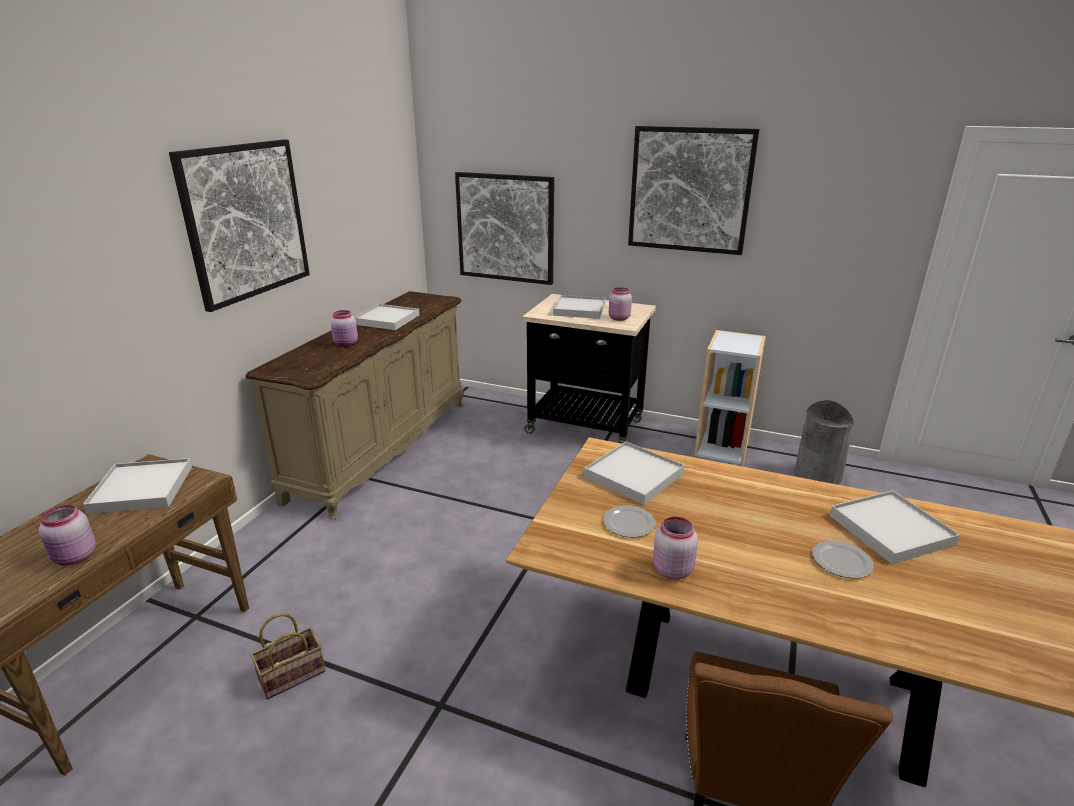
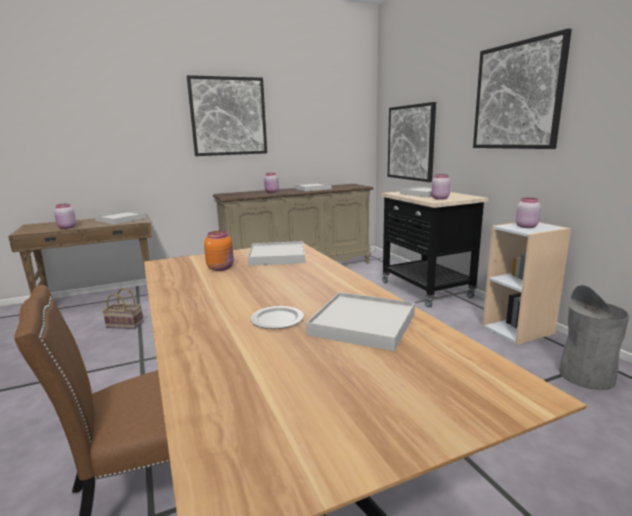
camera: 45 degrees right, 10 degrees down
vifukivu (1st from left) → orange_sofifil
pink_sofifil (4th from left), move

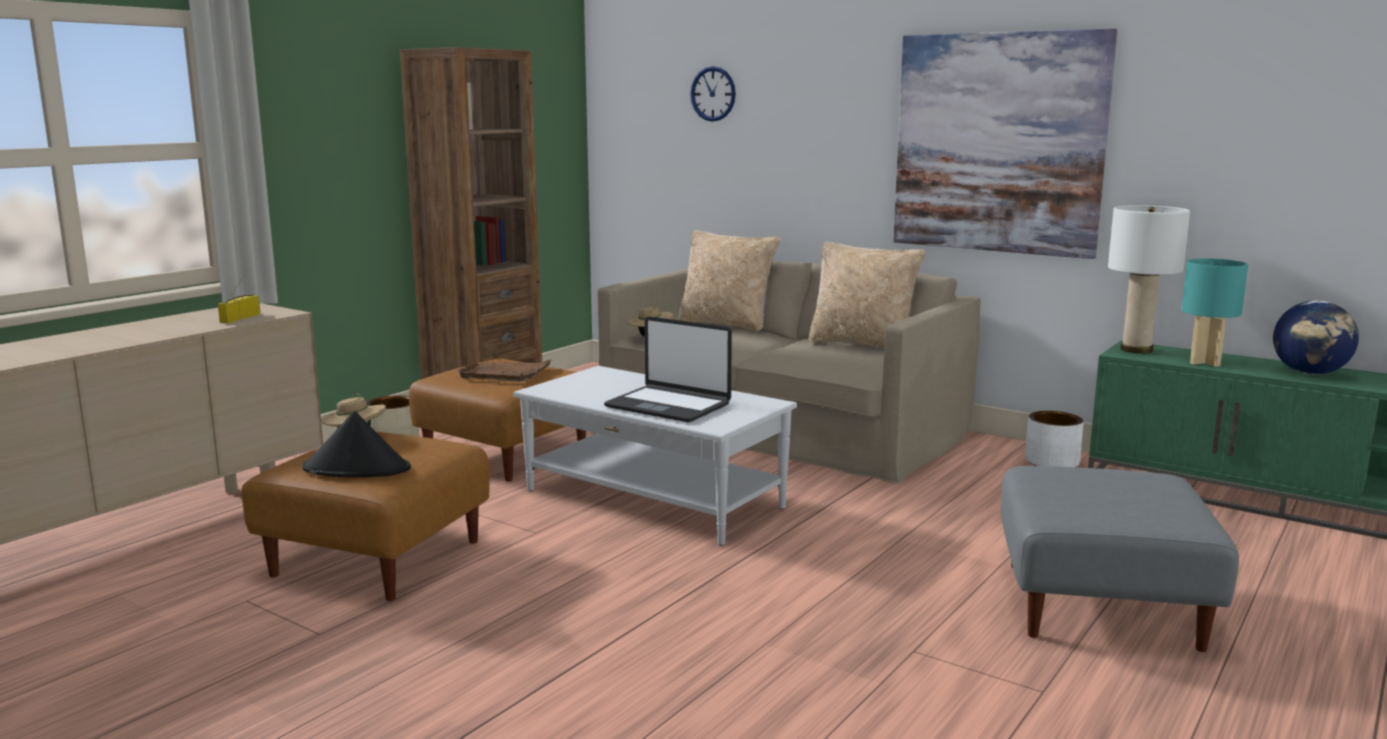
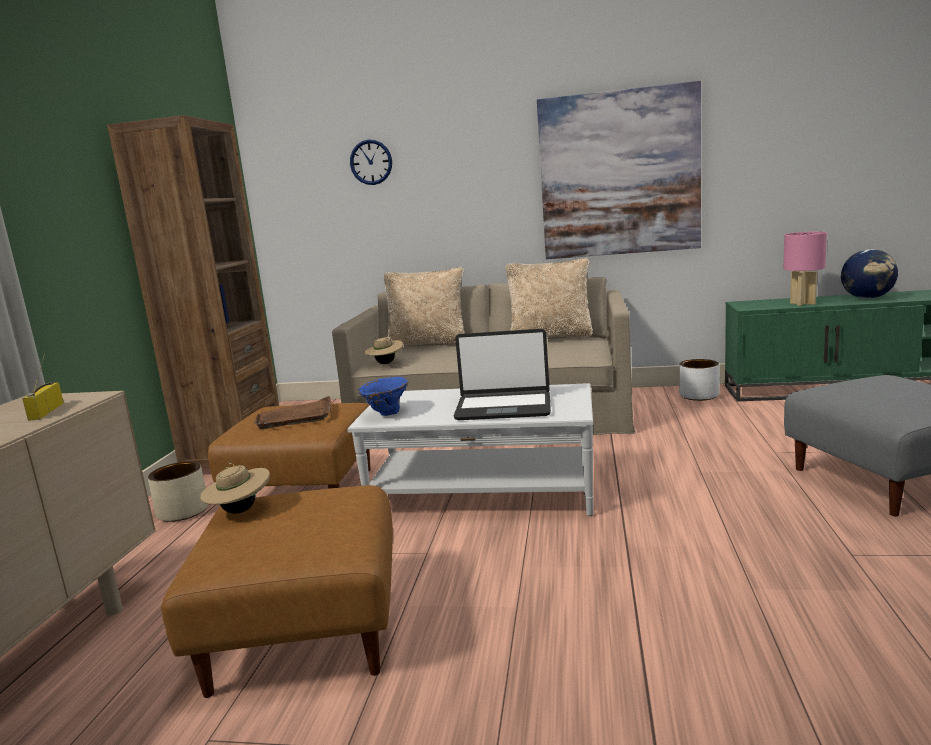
camera: 25 degrees left, 0 degrees up
- → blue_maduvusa
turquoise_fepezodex → pink_fepezodex
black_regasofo → -
white_fepezodex → -

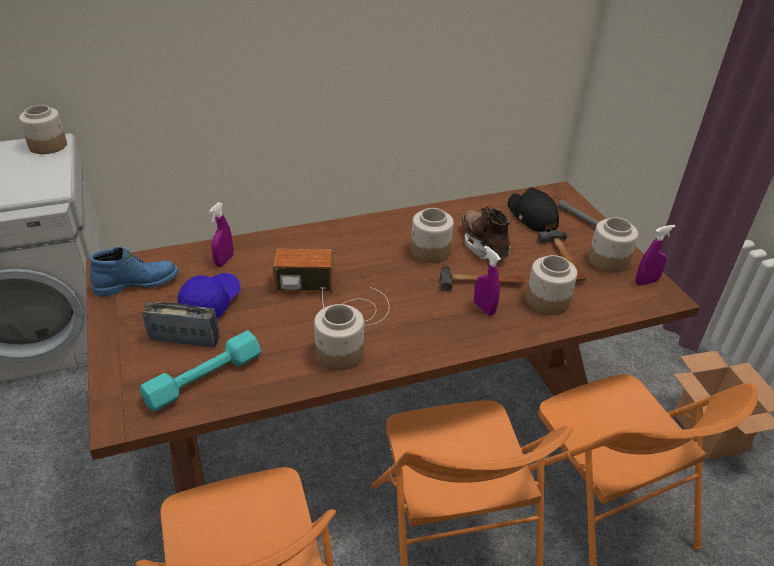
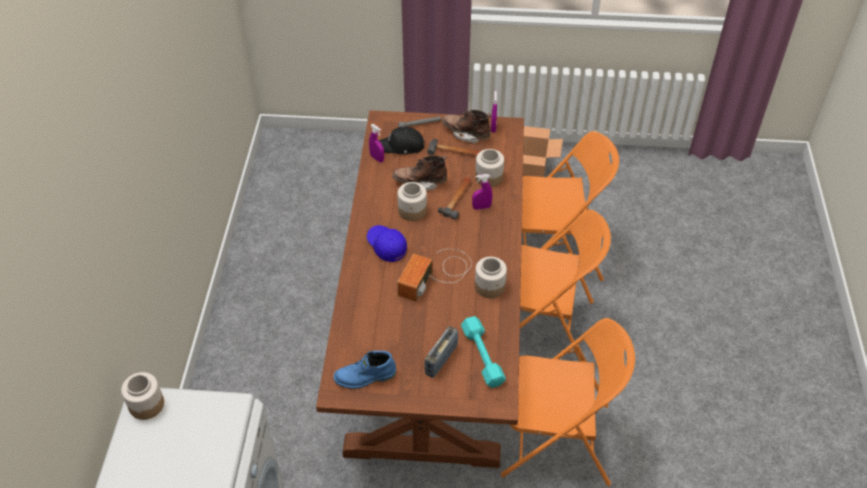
camera: 65 degrees left, 10 degrees up
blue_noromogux, 105 degrees counterclockwise
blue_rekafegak, move
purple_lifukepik (1st from left), move
sofifil (5th from left) → brown_noromogux (2nd from left)

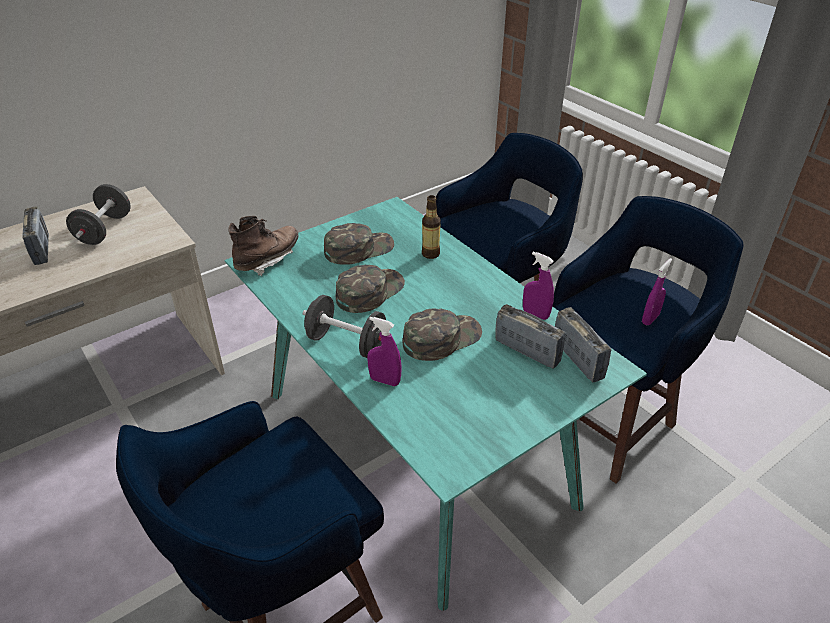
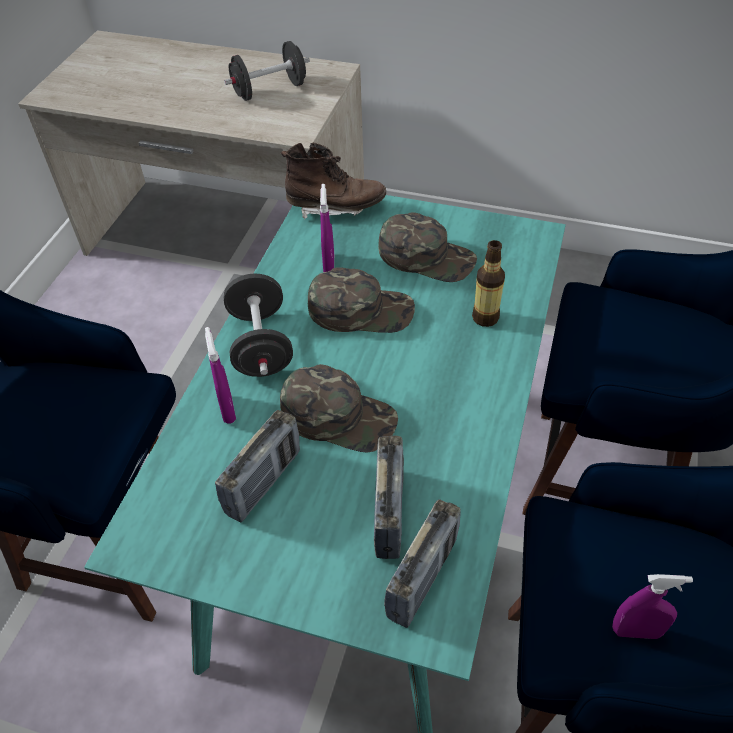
camera: 55 degrees right, 10 degrees up
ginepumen (1st from left), move
purple_lifukepik (2nd from left), move

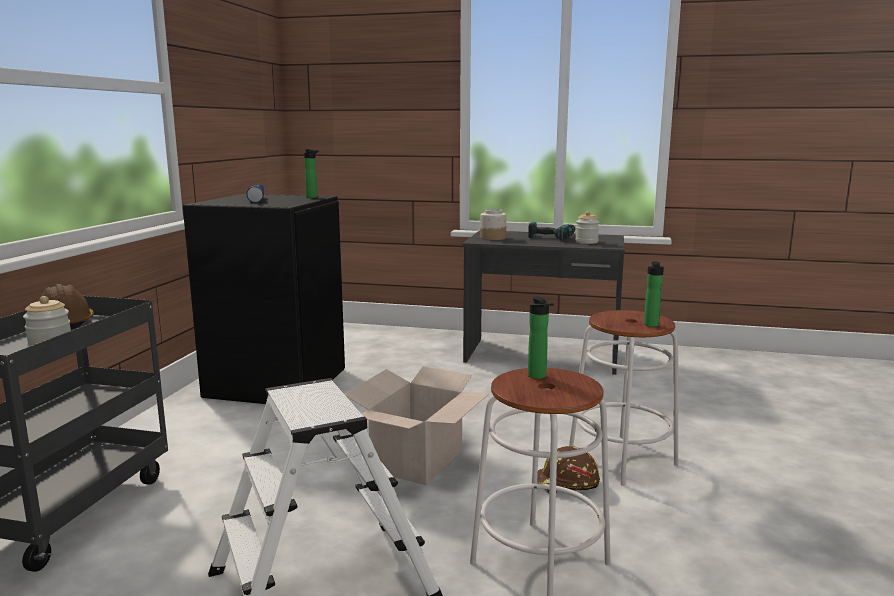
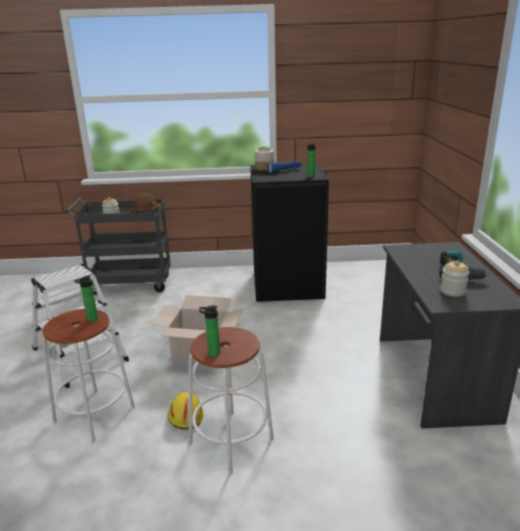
camera: 75 degrees right, 10 degrees up
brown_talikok (2nd from left) → yellow_talikok
sofifil (2nd from left), move

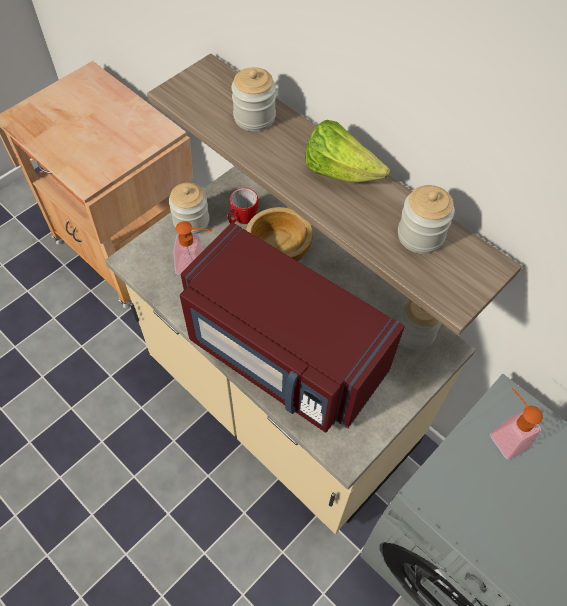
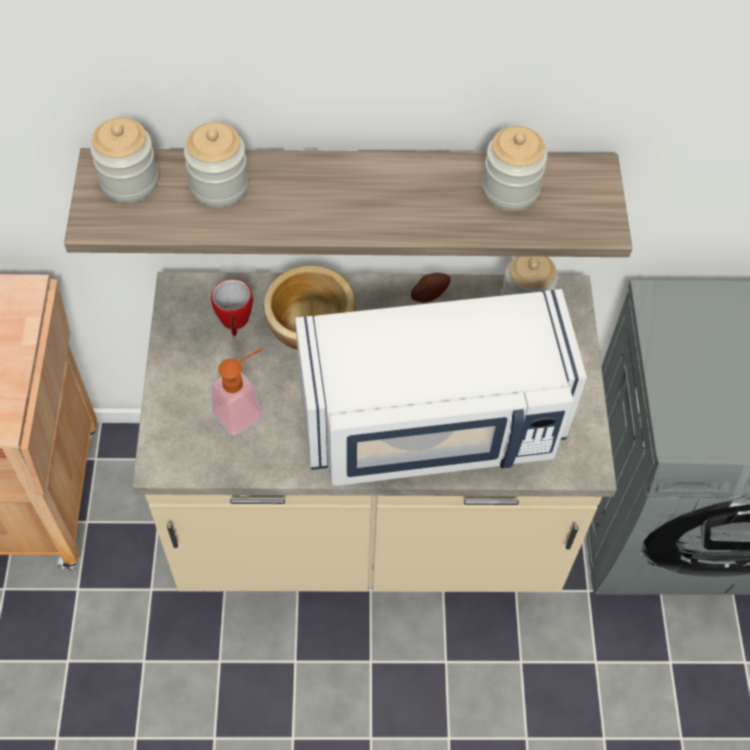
camera: 45 degrees left, 0 degrees up
sofifil (1st from left), move
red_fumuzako → white_fumuzako
- → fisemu
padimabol → -
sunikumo (2nd from left) → -

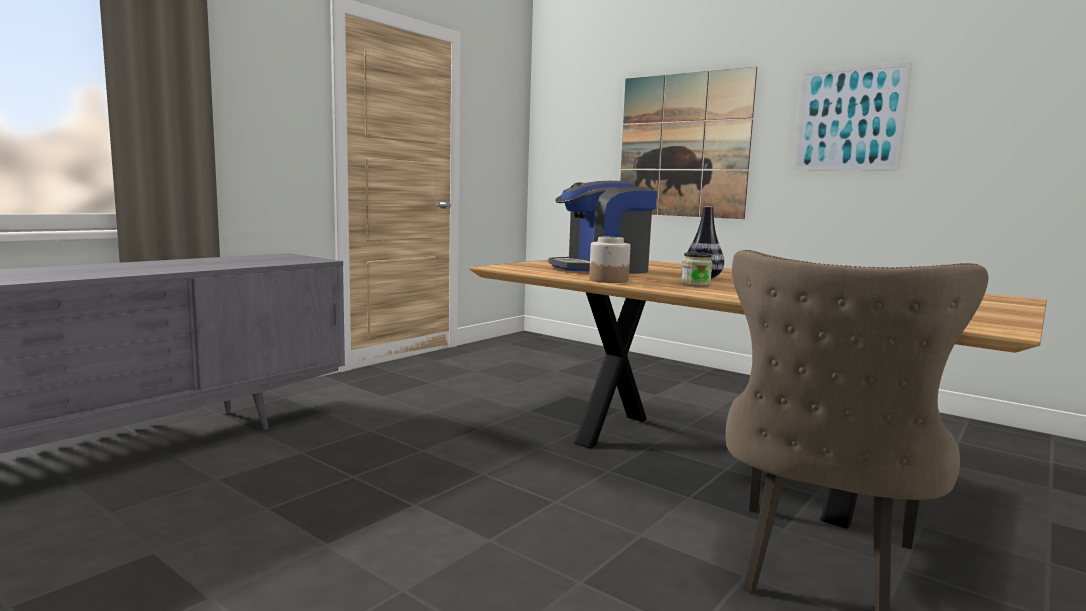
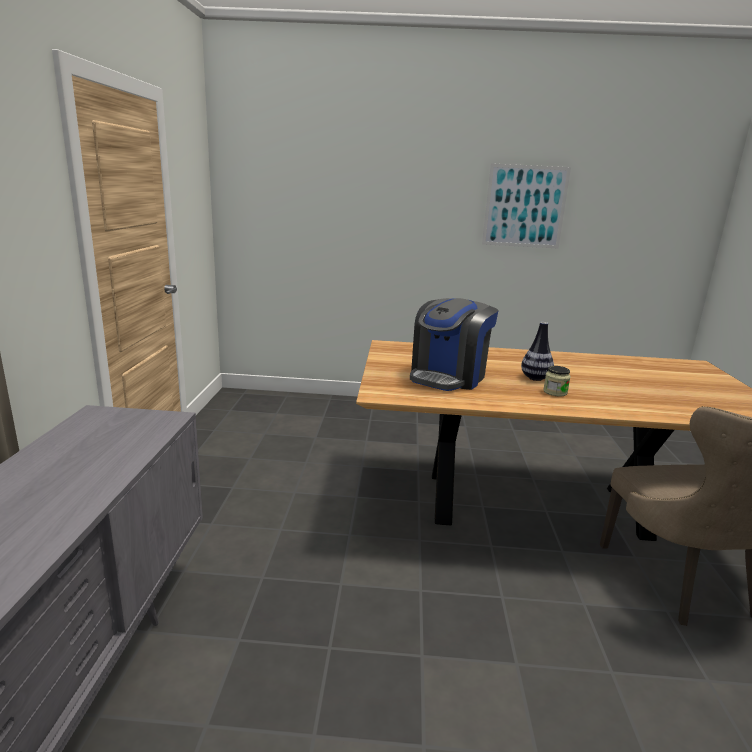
camera: 35 degrees left, 10 degrees up
sofifil (1st from left) → -
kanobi (1st from left) → -

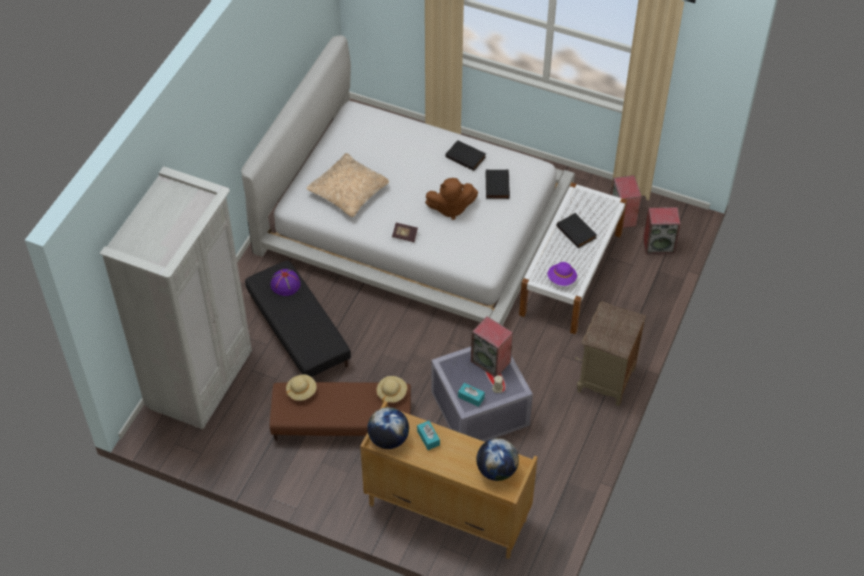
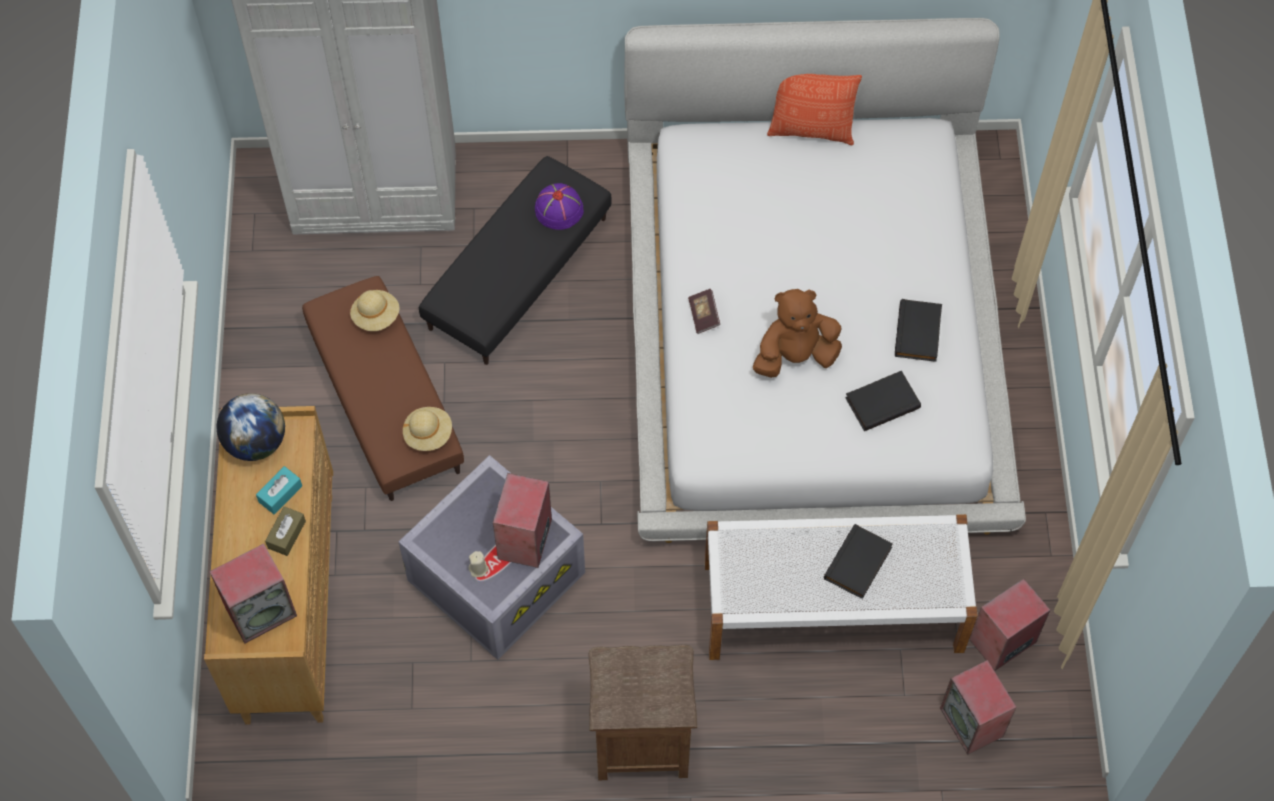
camera: 65 degrees right, 10 degrees up
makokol (2nd from left) → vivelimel (1st from left)
- → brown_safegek
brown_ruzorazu, 105 degrees clockwise
- → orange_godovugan
beige_godovugan → -
turquoise_safegek (2nd from left) → -
purple_regasofo (2nd from left) → -

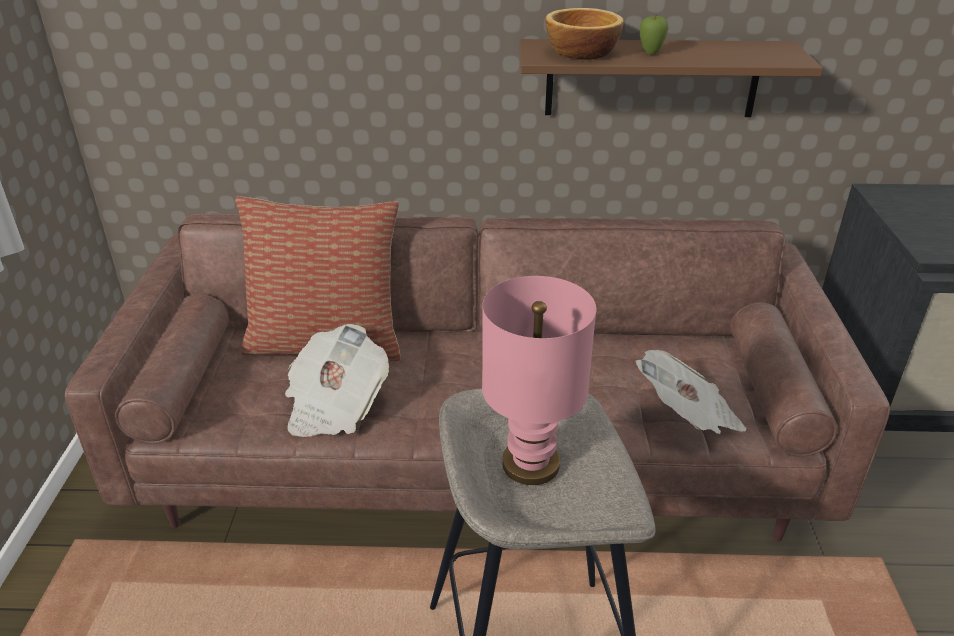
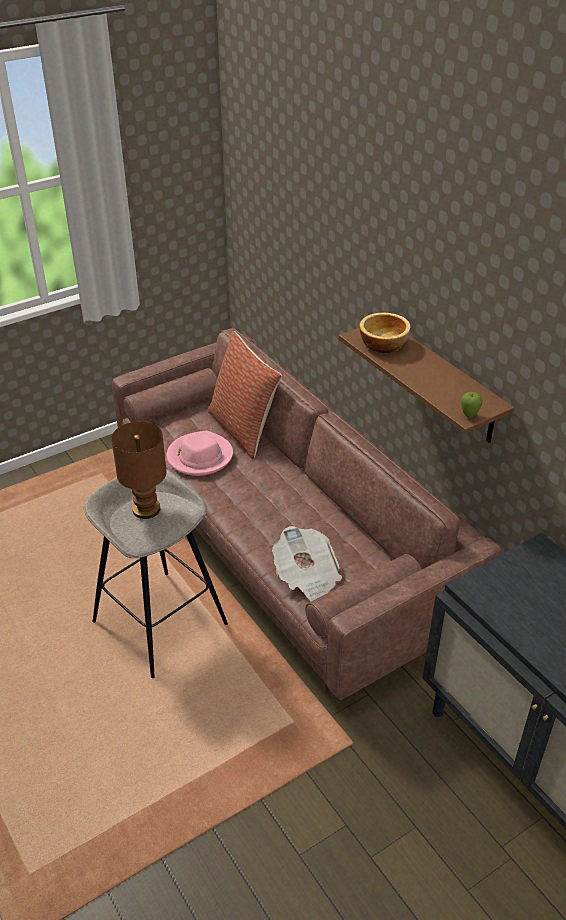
camera: 55 degrees right, 5 degrees up
pink_fepezodex → brown_fepezodex
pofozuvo (1st from left) → pink_regasofo
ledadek, move

